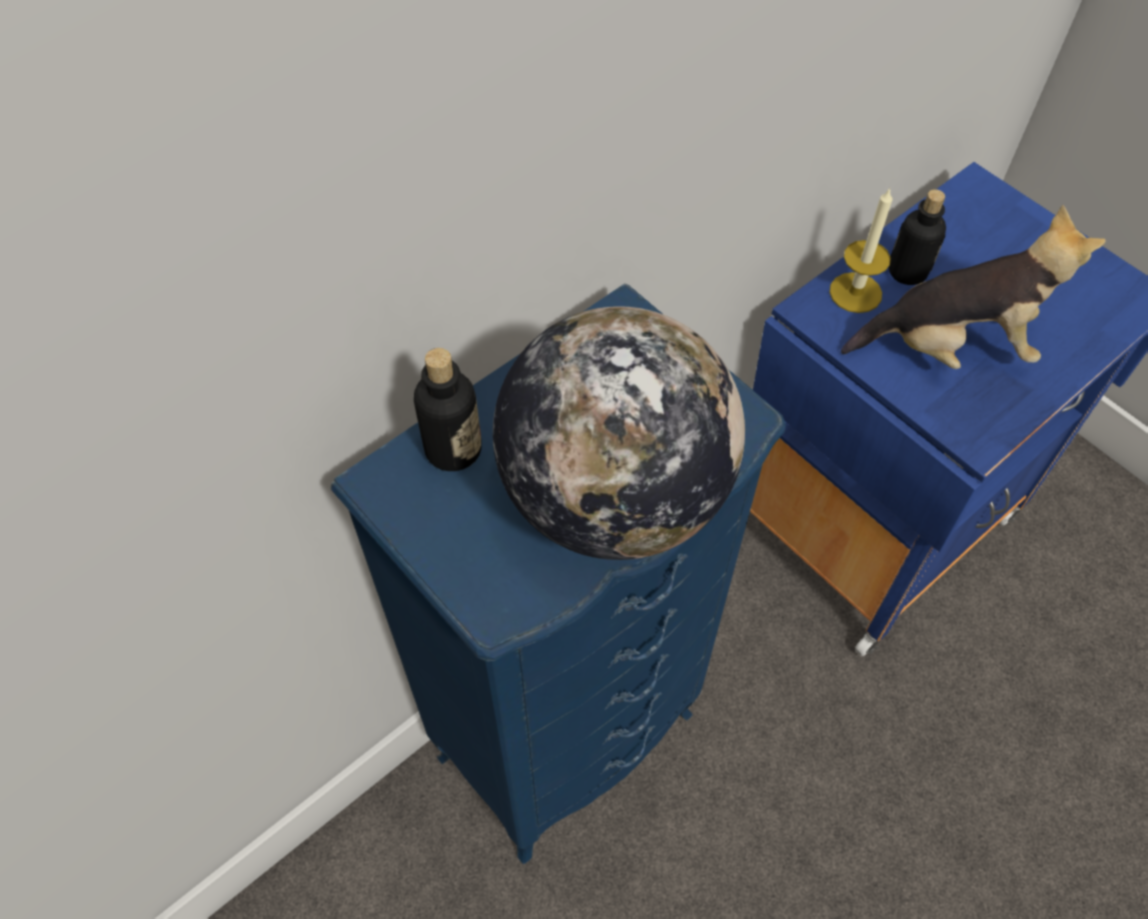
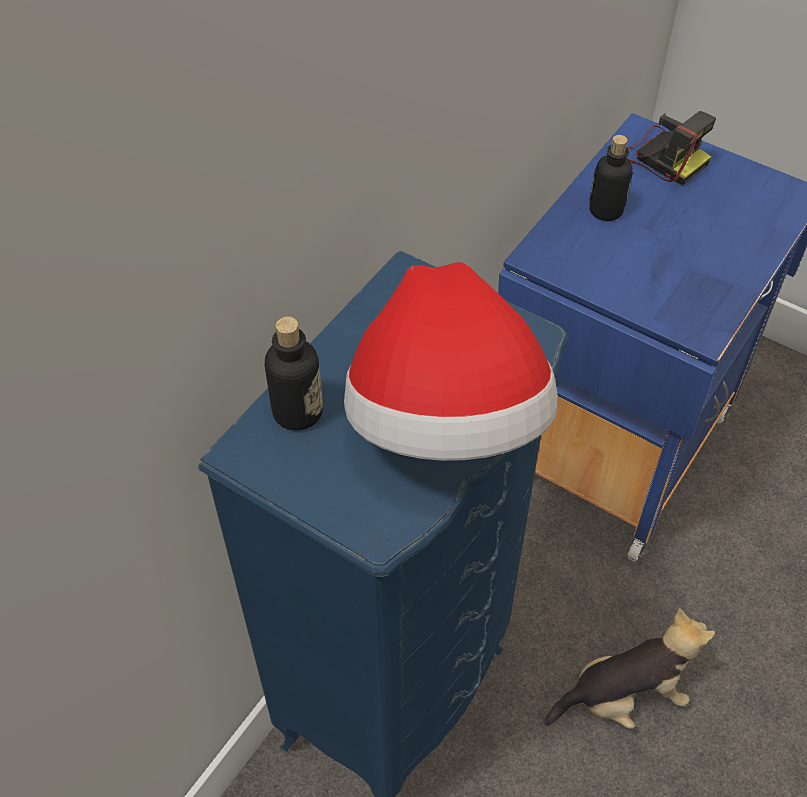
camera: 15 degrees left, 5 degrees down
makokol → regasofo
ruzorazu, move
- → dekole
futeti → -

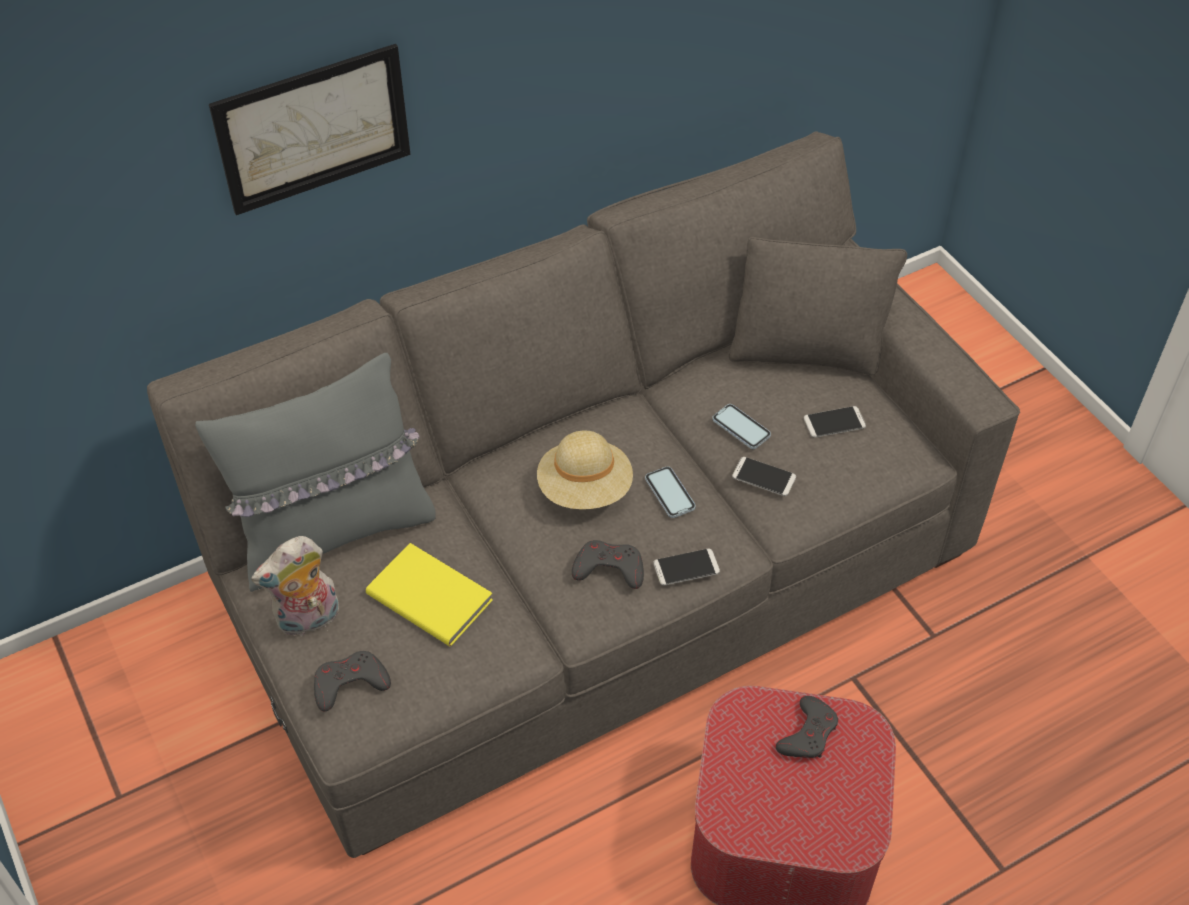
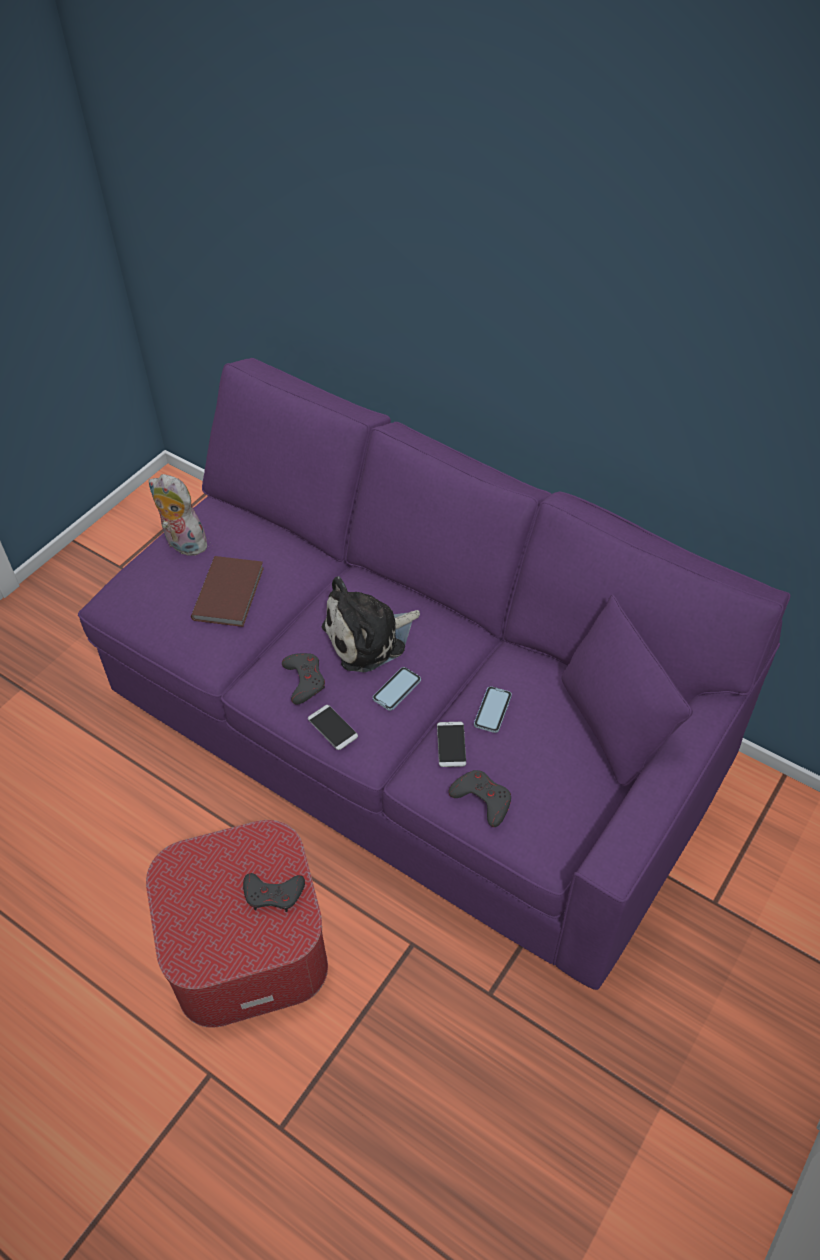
camera: 65 degrees right, 0 degrees up
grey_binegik → purple_binegik
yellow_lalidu → brown_lalidu
beige_regasofo → ruzorazu (2nd from left)
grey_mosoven (1st from left in the first image) → grey_mosoven (3rd from left), move
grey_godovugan → -
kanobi → -
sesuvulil (5th from left) → -

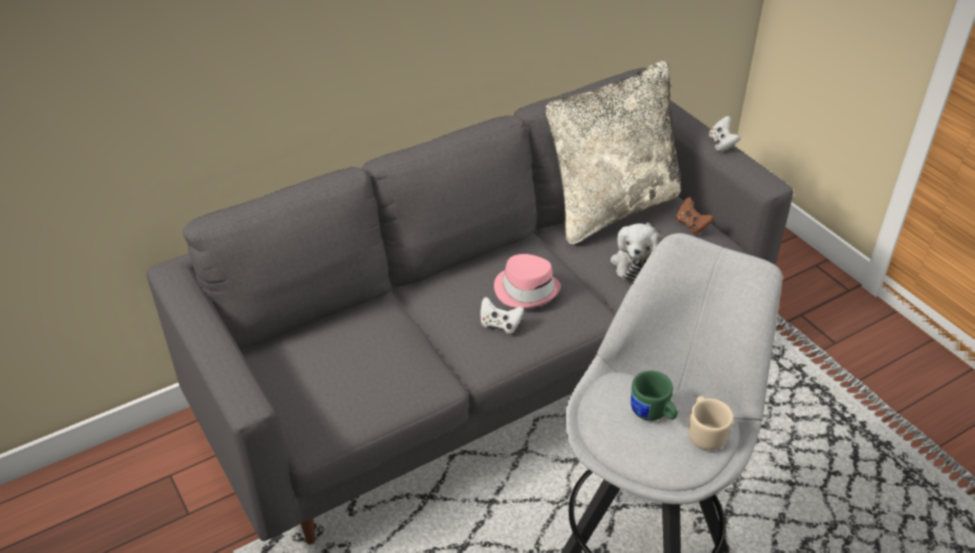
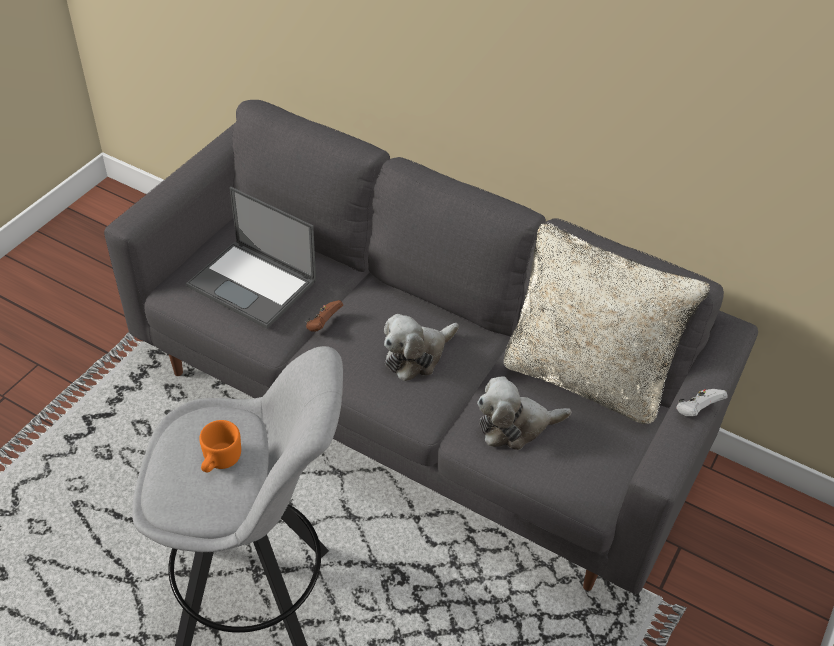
camera: 60 degrees right, 5 degrees up
- → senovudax
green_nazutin → orange_nazutin
brown_mosoven, move
pink_regasofo → ruzorazu (1st from left)
white_mosoven (1st from left) → -
beige_nazutin → -

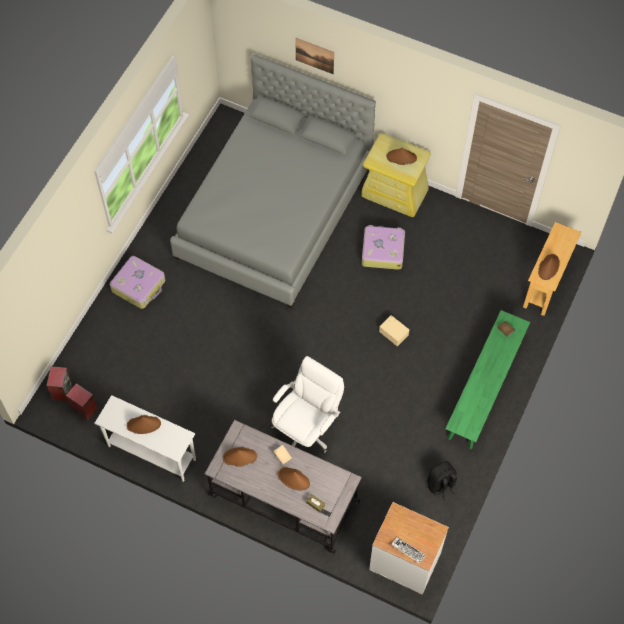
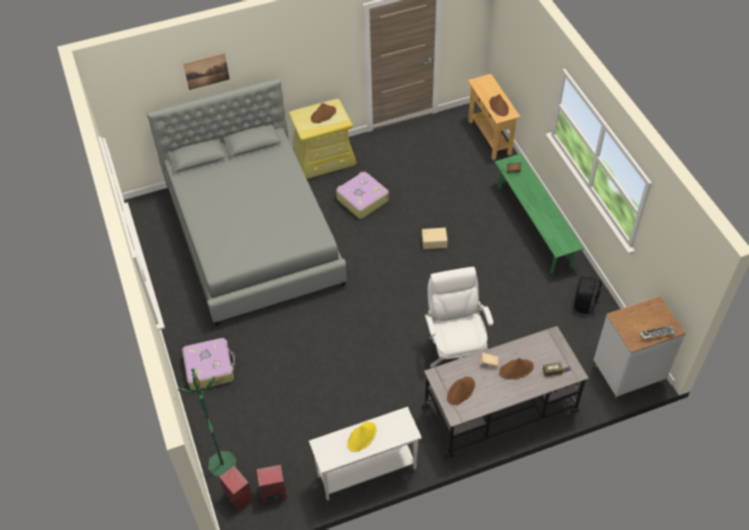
camera: 45 degrees left, 10 degrees down
- → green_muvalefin
brown_regasofo (1st from left) → yellow_regasofo

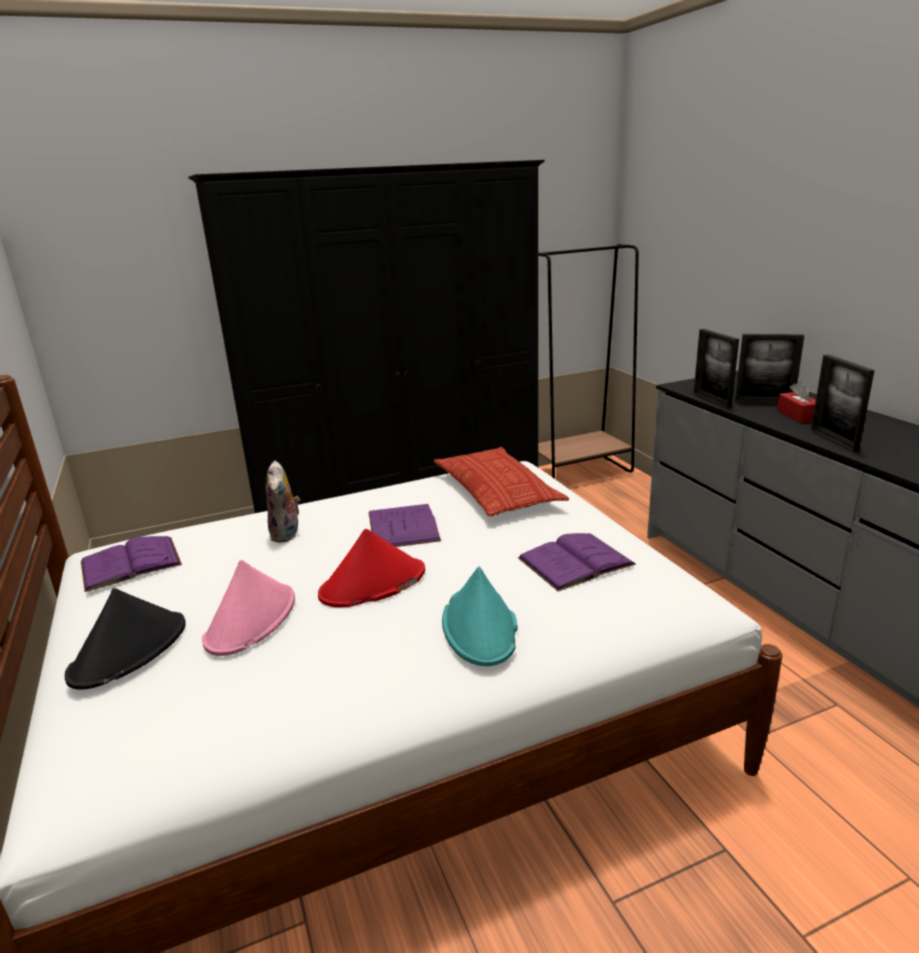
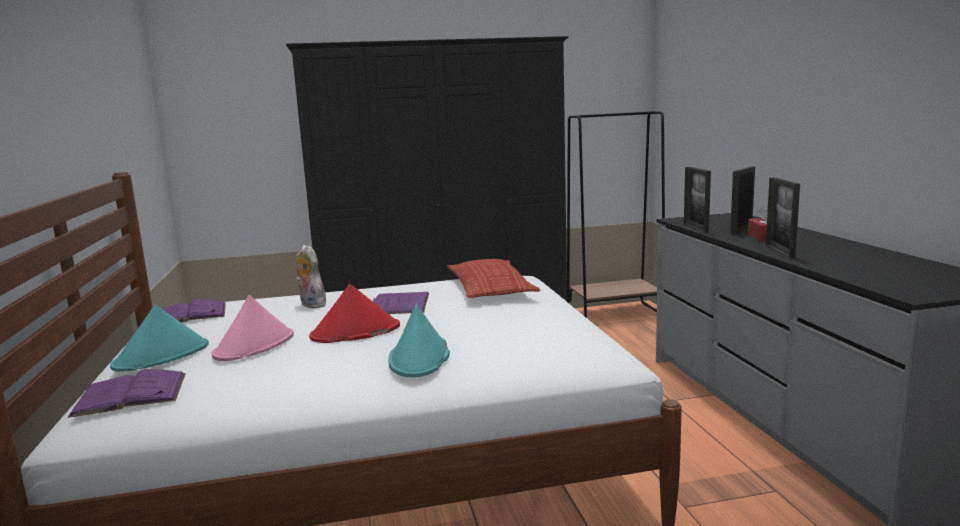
camera: 10 degrees right, 10 degrees down
purple_lalidu (3rd from left in the first image) → purple_lalidu (1st from left), move
black_regasofo → turquoise_regasofo (1st from left)
ruzorazu, 135 degrees clockwise
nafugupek (2nd from left), 105 degrees clockwise

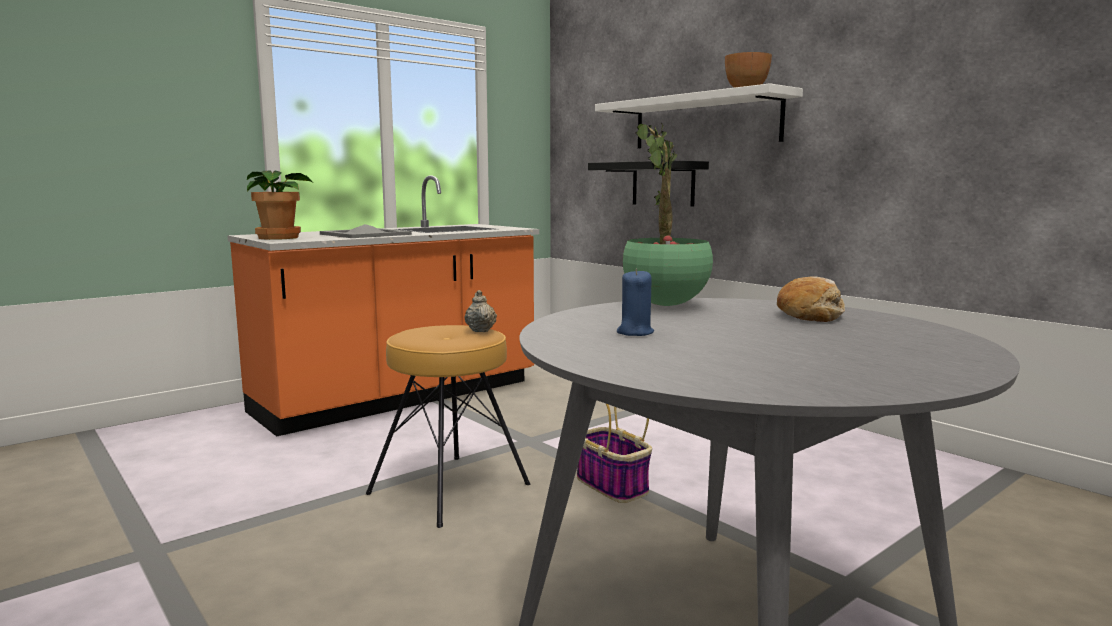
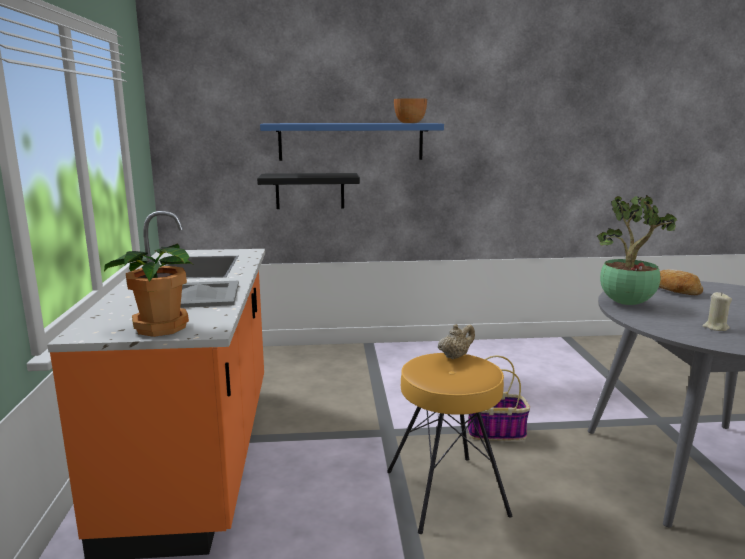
camera: 55 degrees left, 5 degrees up
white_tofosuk → blue_tofosuk
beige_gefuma, 120 degrees clockwise
blue_futeti → beige_futeti

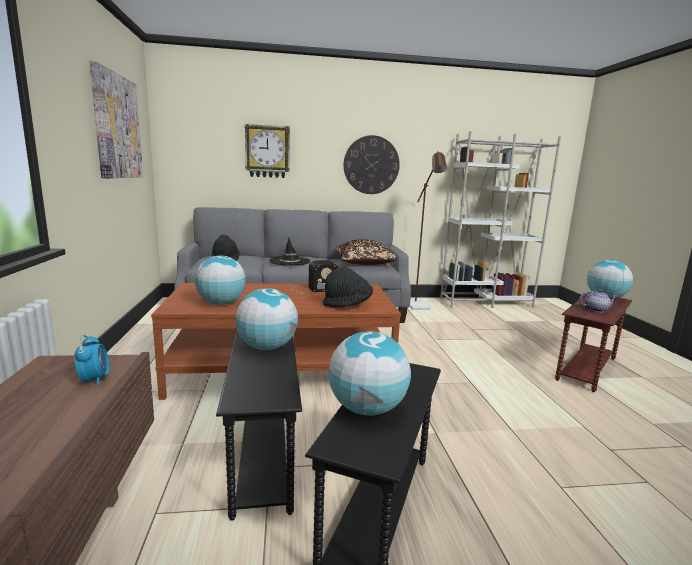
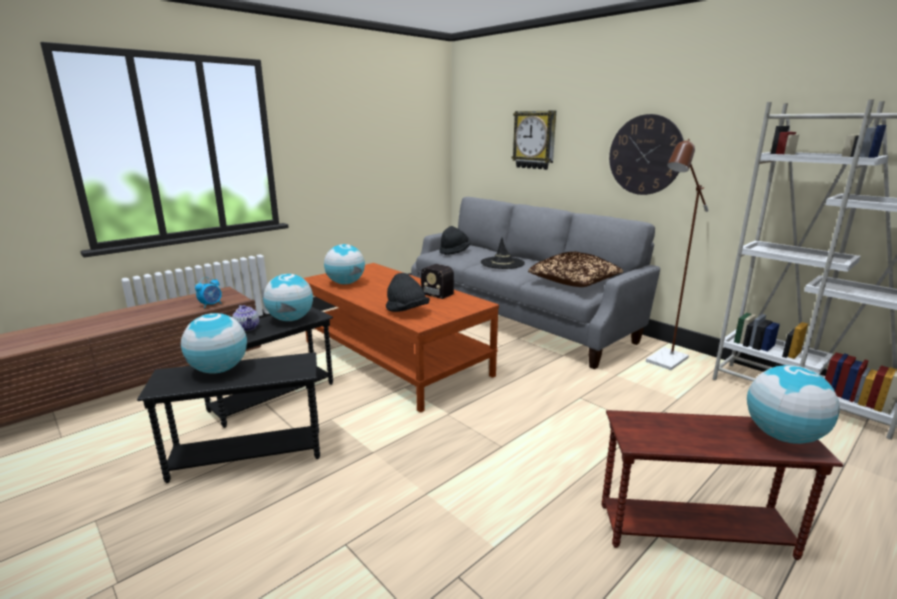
camera: 55 degrees right, 5 degrees up
gefuma, move
kanobi → -

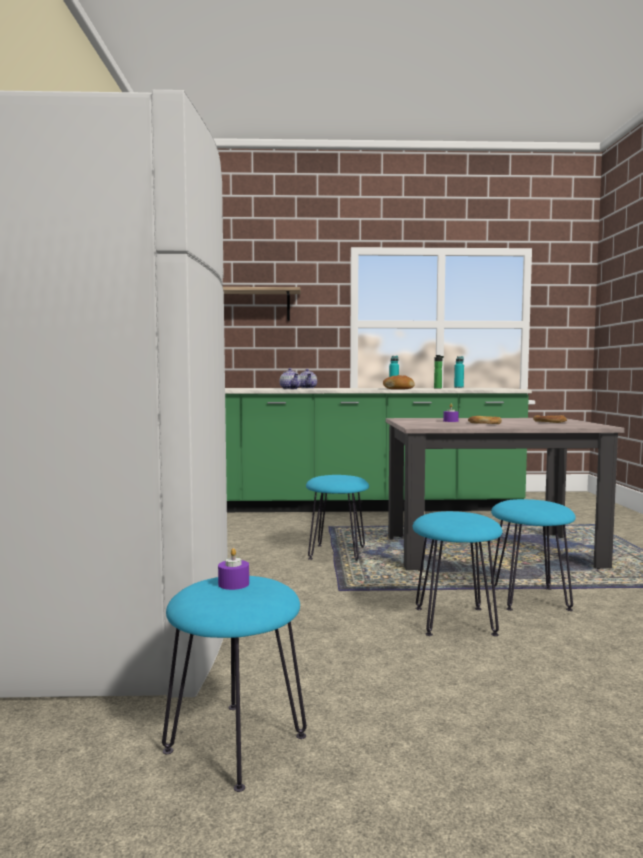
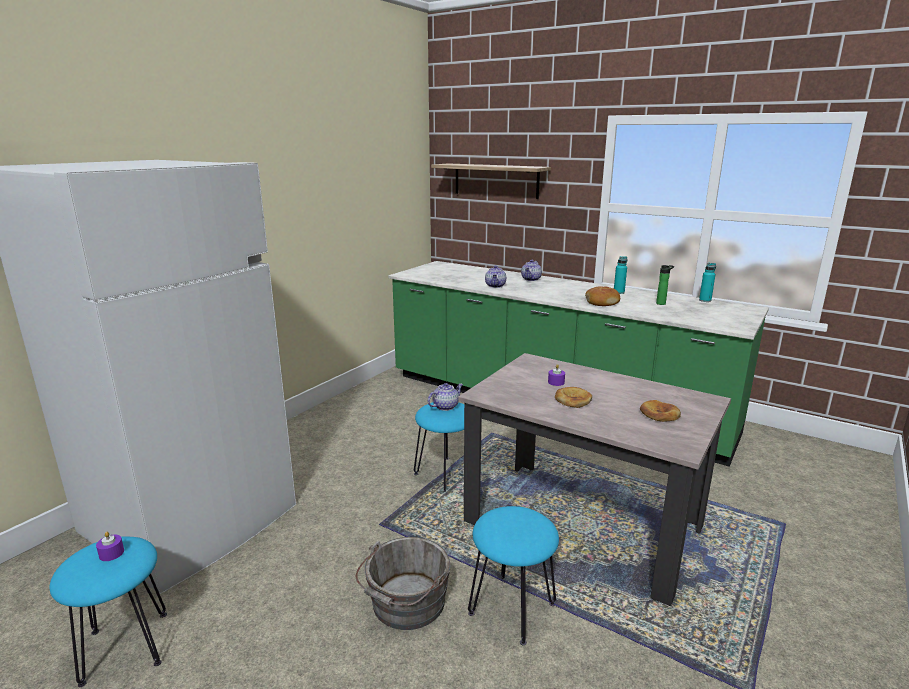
camera: 35 degrees right, 15 degrees up
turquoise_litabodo (3rd from left) → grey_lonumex
- → gefuma (1st from left)

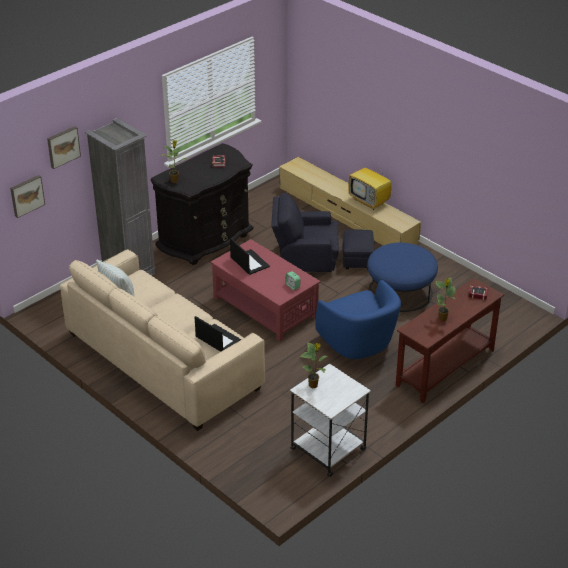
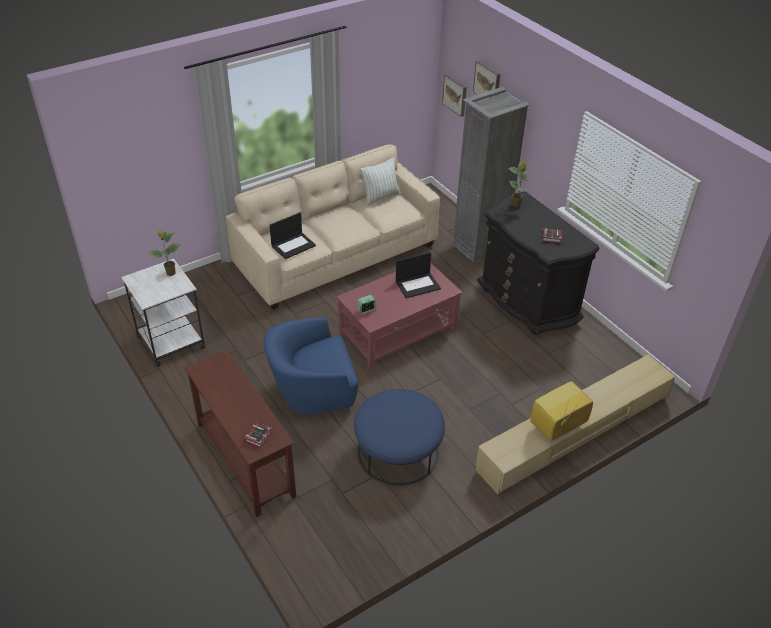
camera: 100 degrees right, 5 degrees up
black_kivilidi → -
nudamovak (3rd from left) → -

